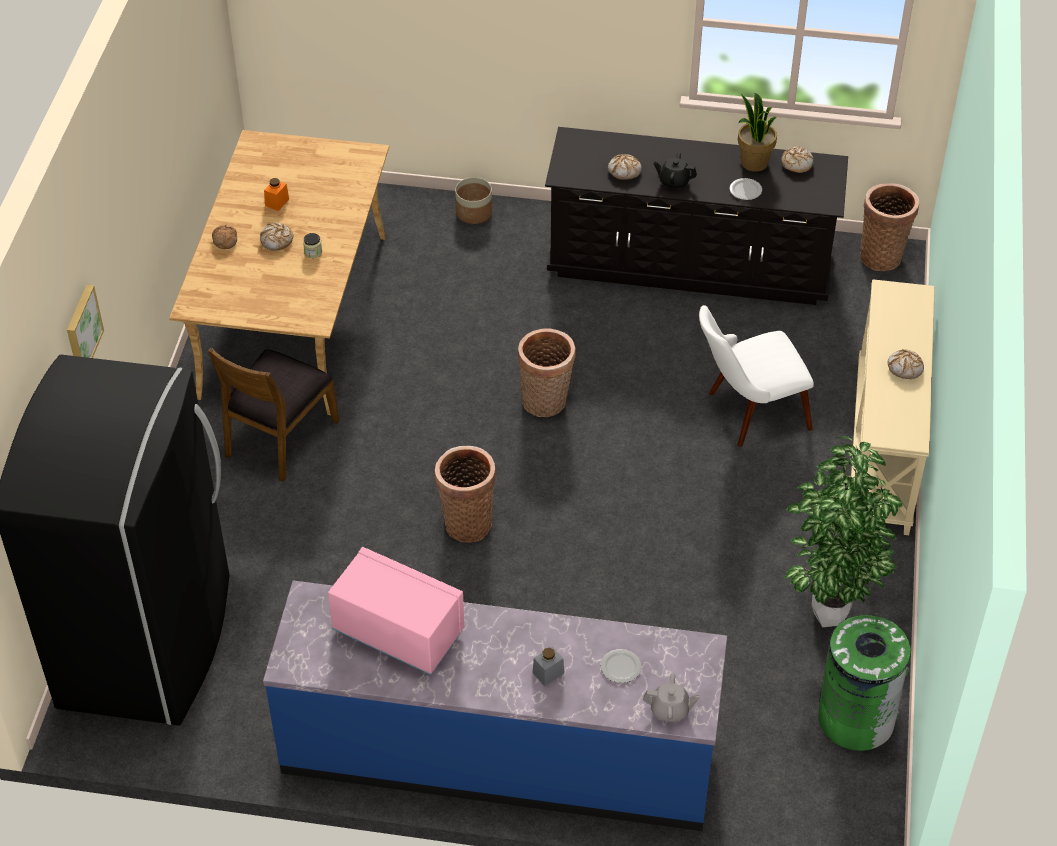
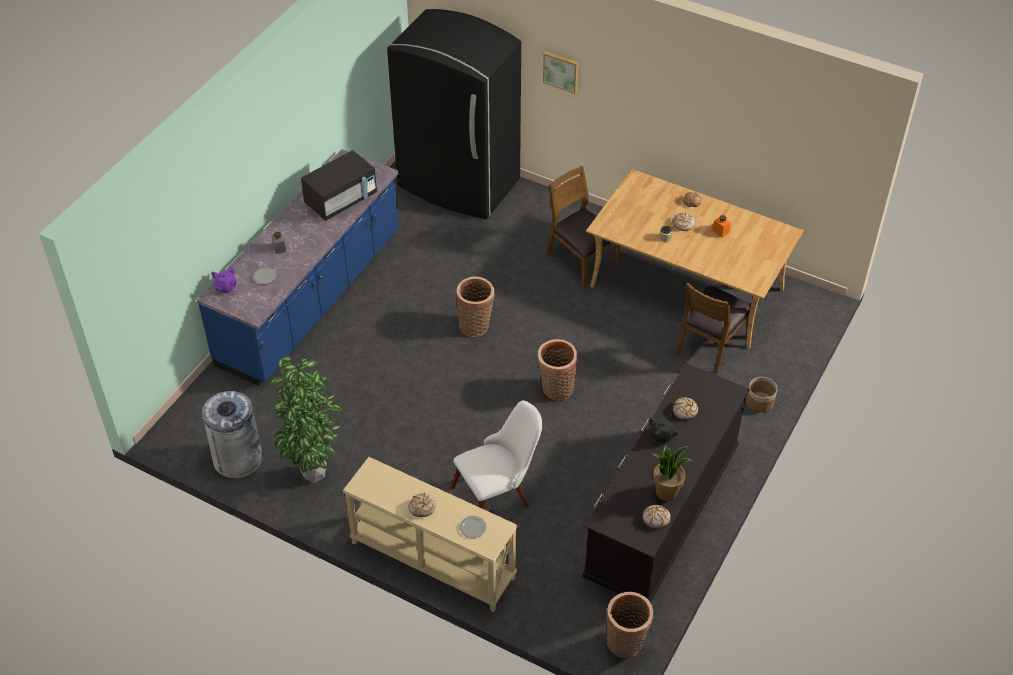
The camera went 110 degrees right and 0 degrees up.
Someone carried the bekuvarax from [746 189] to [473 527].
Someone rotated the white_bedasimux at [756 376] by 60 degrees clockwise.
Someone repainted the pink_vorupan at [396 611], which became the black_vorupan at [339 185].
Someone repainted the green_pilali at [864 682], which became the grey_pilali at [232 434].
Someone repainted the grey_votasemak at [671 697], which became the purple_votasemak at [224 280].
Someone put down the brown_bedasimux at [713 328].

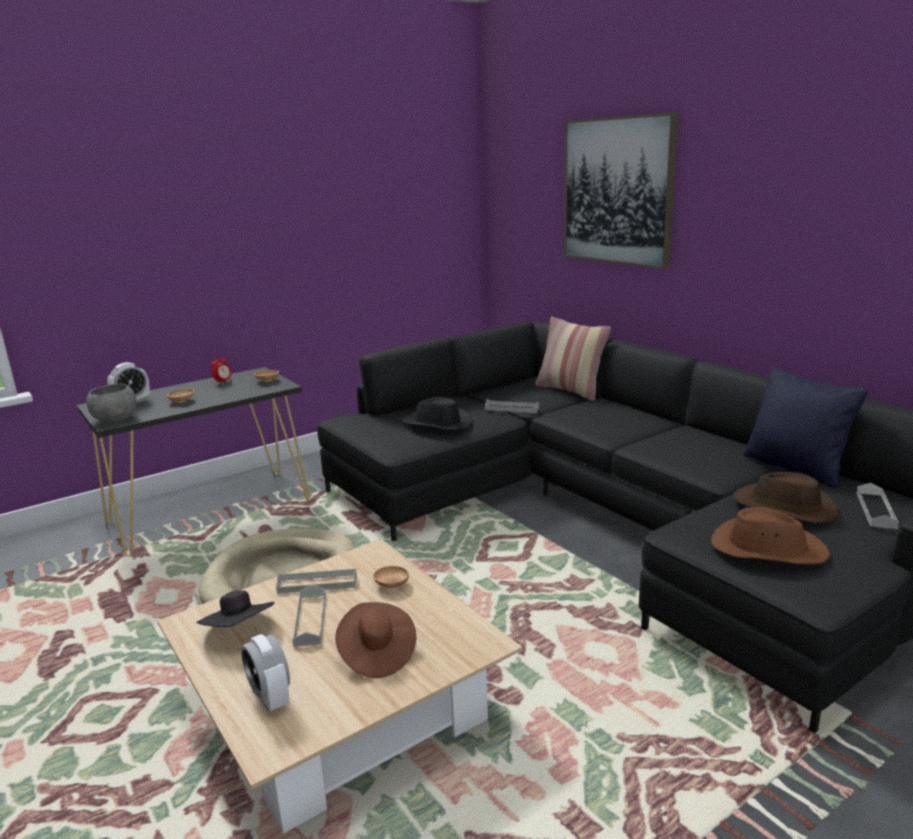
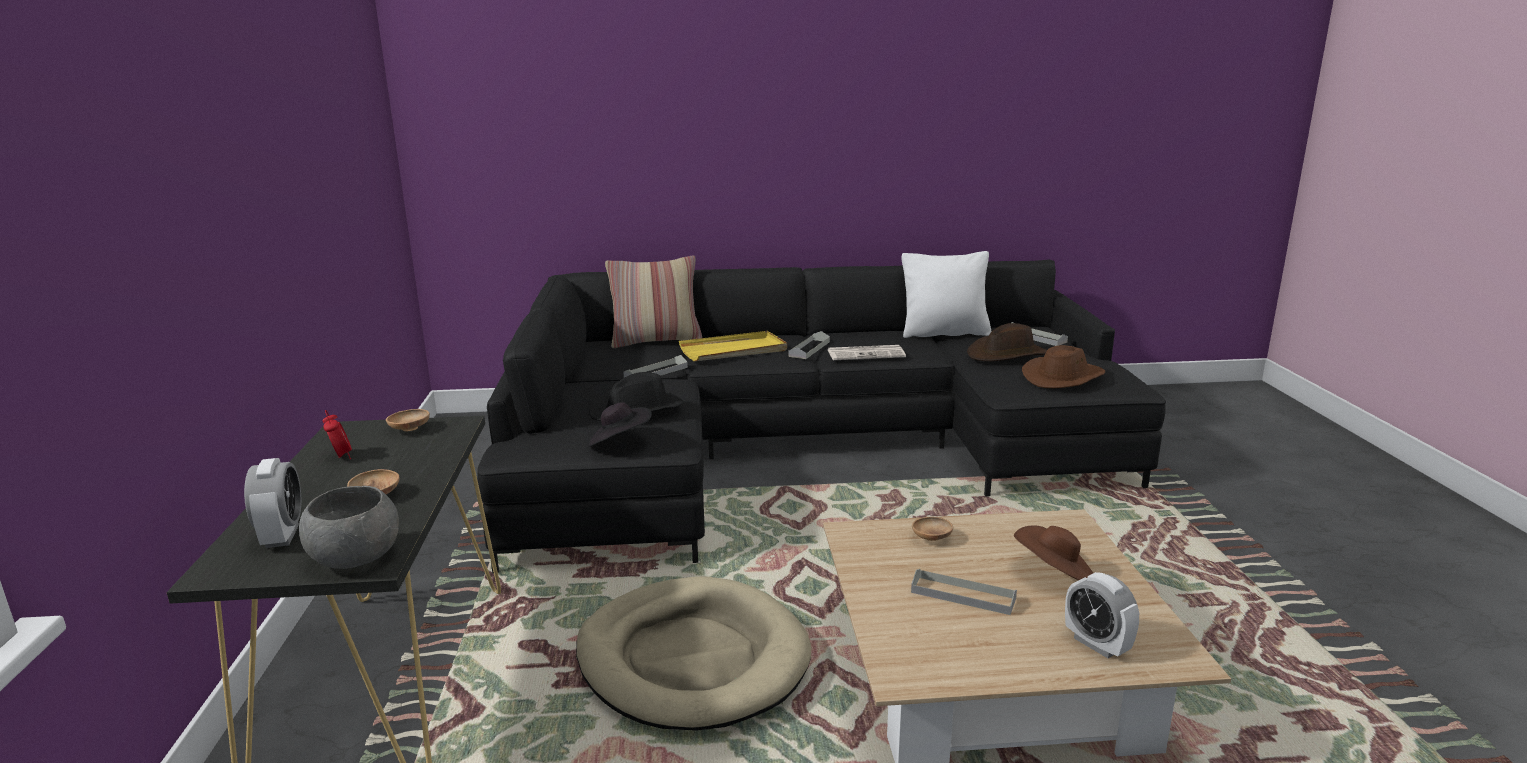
The camera went 60 degrees left and 0 degrees up.
Someone took away the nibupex at [621 190].
Someone repainted the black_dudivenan at [806 427], which became the white_dudivenan at [946 294].
Someone carried the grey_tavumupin from [316 581] to [809 345].
Someone carried the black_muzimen from [236 608] to [620 424].
Someone rotated the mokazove at [265 673] by 60 degrees clockwise.
Someone put down the yellow_tavumupin at [733 346].
Someone put down the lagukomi at [867 352].

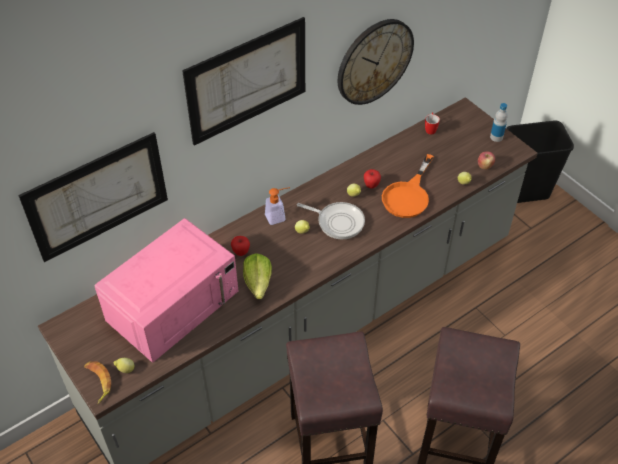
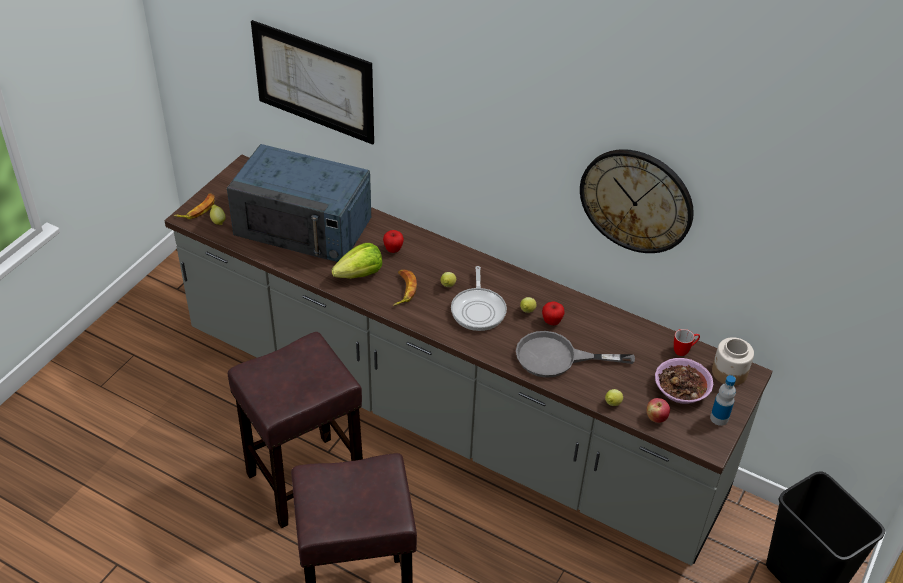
The camera went 65 degrees right and 5 degrees down.
Someone took away the nibupex at [243 81].
Someone repainted the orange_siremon at [408 186], which became the grey_siremon at [575 354].
Someone took away the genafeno at [277 206].
Someone repainted the pink_vorupan at [166 290], which became the blue_vorupan at [299 203].
Someone put down the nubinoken at [405 287].
Someone put down the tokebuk at [733 361].
Someone put down the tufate at [684 381].

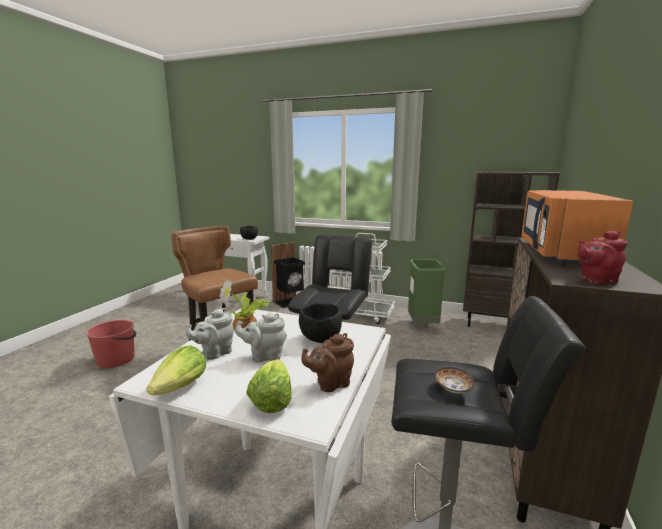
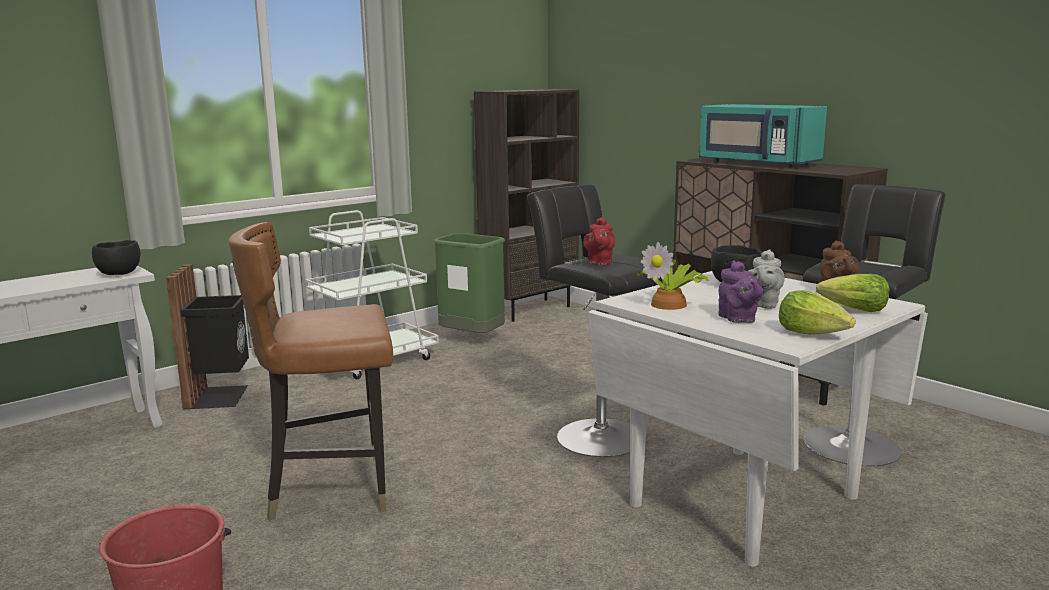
The camera went 60 degrees left and 0 degrees up.
Someone repainted the orange_vorupan at [577 227], which became the turquoise_vorupan at [763 136].
Someone carried the red_votasemak from [603 257] to [599 241].
Someone repainted the grey_votasemak at [210 334], which became the purple_votasemak at [741 291].
Someone took away the tufate at [455 380].

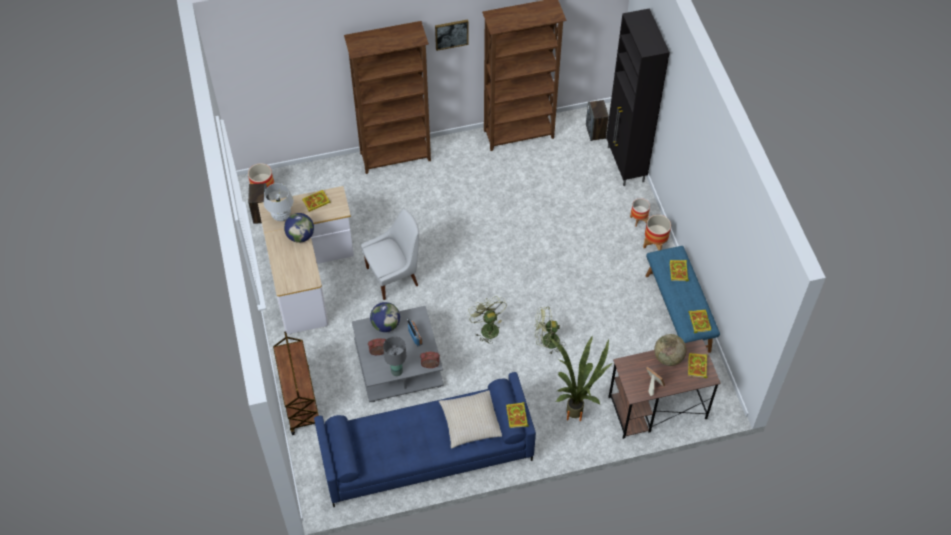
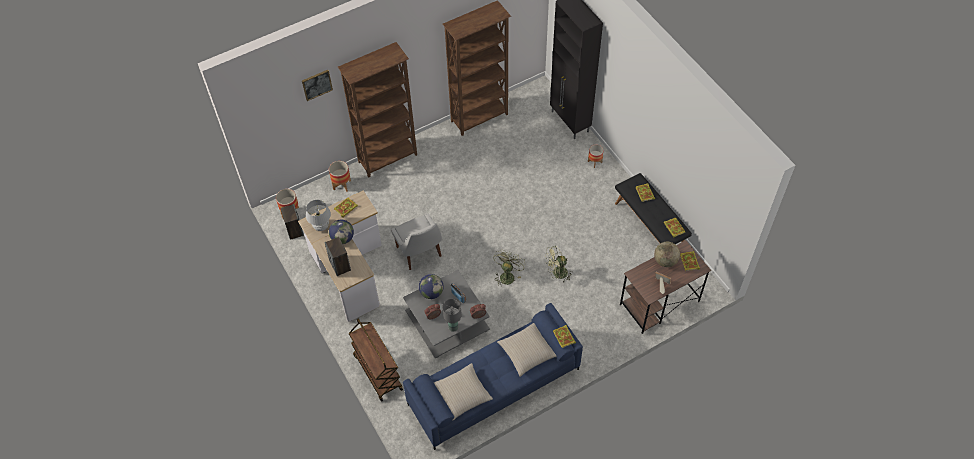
The camera went 15 degrees left and 0 degrees up.
Someone carried the nibupex from [452 35] to [317 85].
Someone carried the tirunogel from [597 120] to [337 256].
Someone rotated the white_bedasimux at [390 254] by 105 degrees clockwise.
Someone carried the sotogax from [657 232] to [340 176].
Someone repainted the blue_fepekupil at [683 299], which became the black_fepekupil at [653 208].
Someone rotated the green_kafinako at [487 320] by 60 degrees clockwise.
Someone took away the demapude at [580 378].
Someone put down the beige_dudivenan at [463 391].

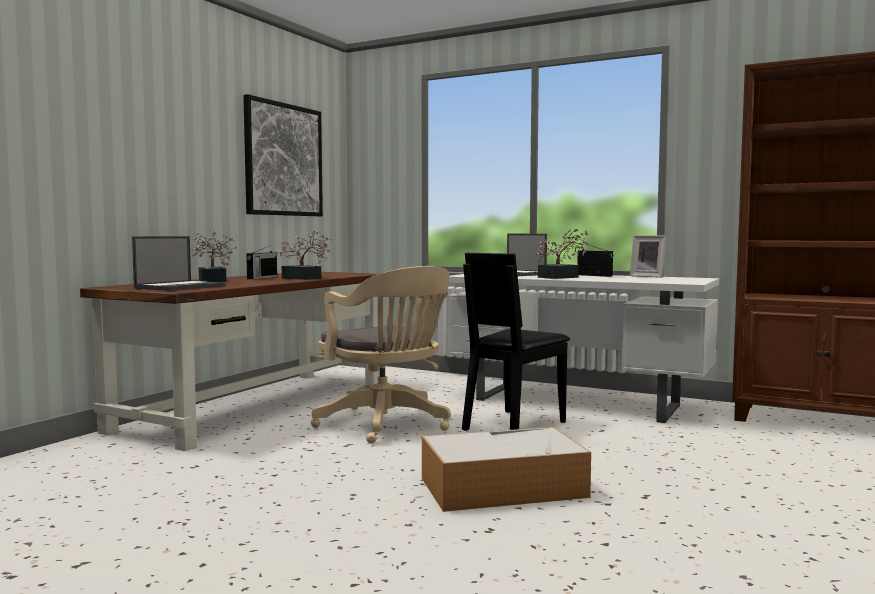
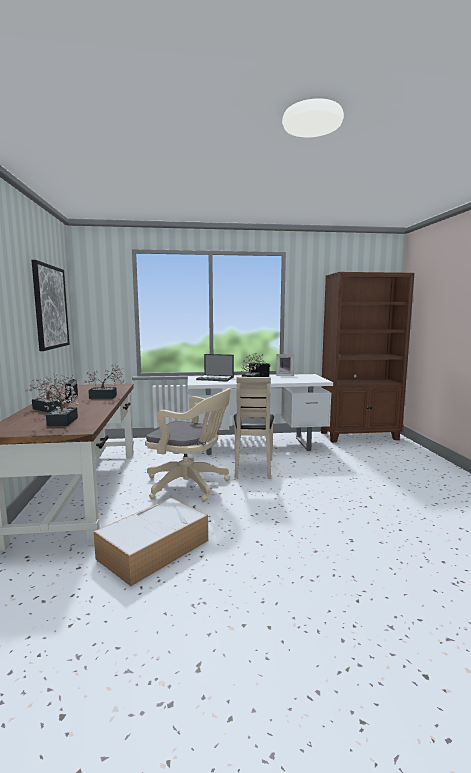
The camera went 35 degrees left and 5 degrees up.
Someone swapped the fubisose at [179 263] for the demapude at [57 404].
Someone repainted the black_bedasimux at [516 342], which became the beige_bedasimux at [254 428].
Someone carried the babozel from [506 469] to [151 542].

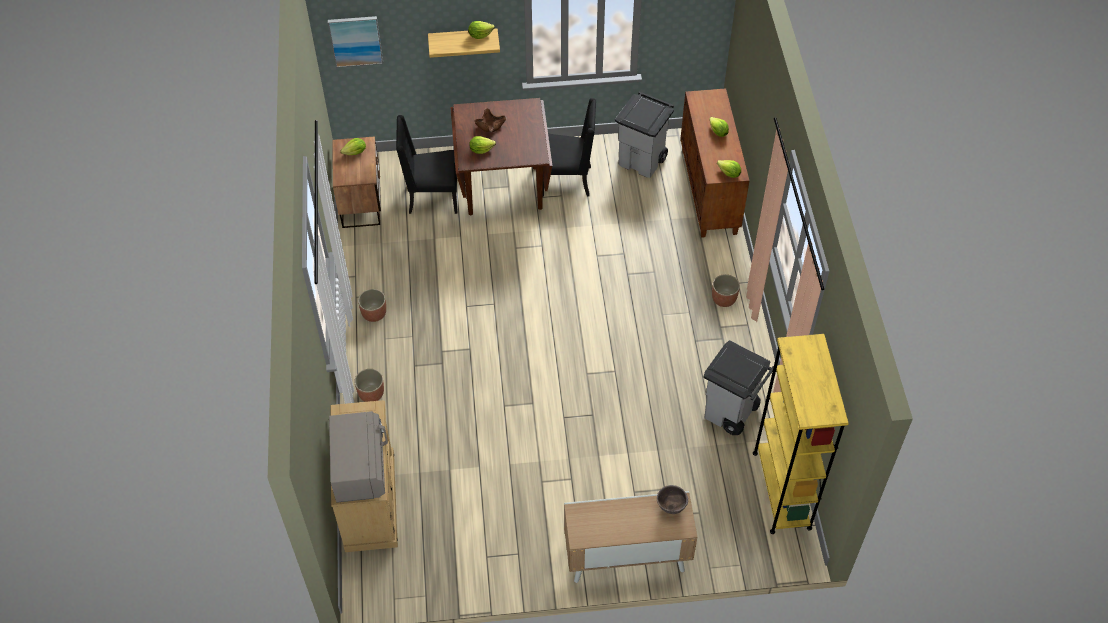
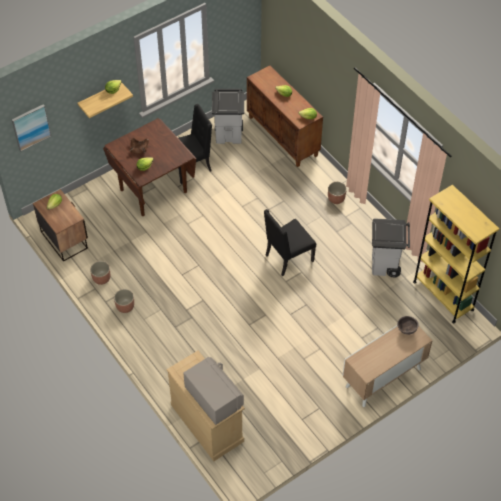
The camera went 30 degrees left and 0 degrees up.
Someone carried the black_bedasimux from [427 164] to [290 242].
Someone carried the sotogax from [369 385] to [100 273].

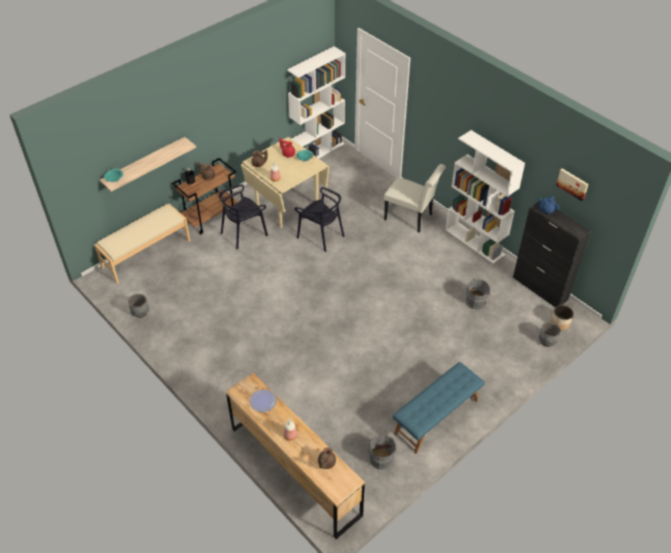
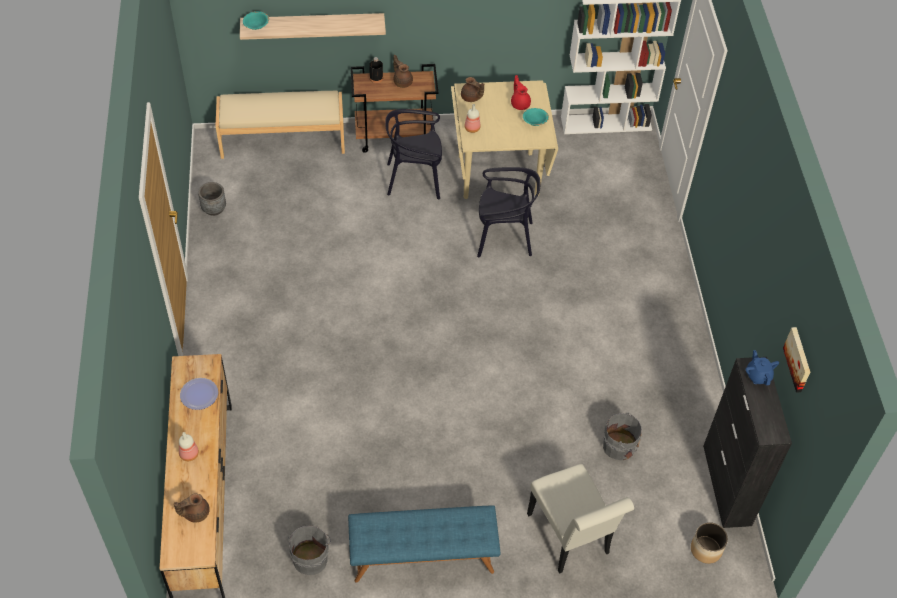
The camera went 35 degrees right and 5 degrees up.
Someone took away the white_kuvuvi at [485 197].
Someone carried the white_bedasimux from [415 198] to [580 519].
Someone rotated the black_bedasimux at [319 219] by 75 degrees counterclockwise.
Someone took away the grey_sotogax at [550 334].

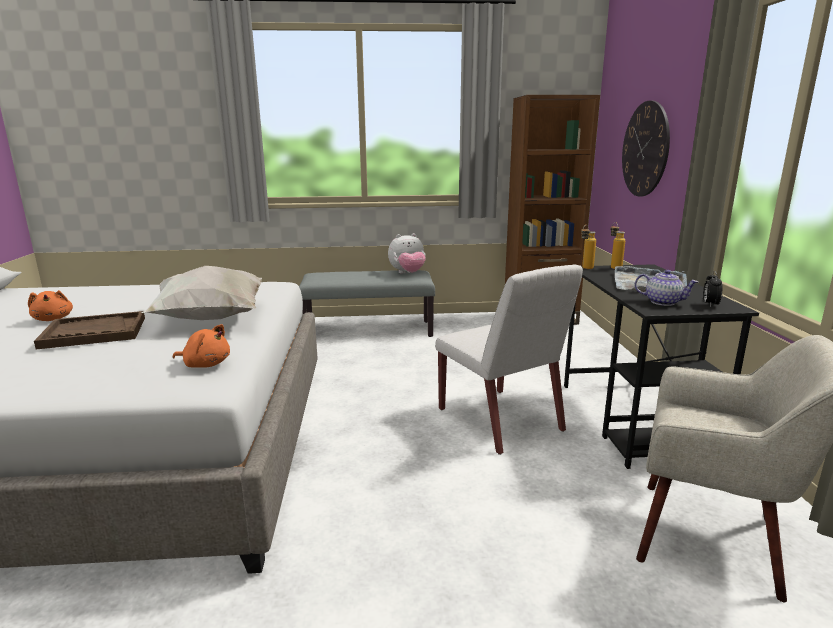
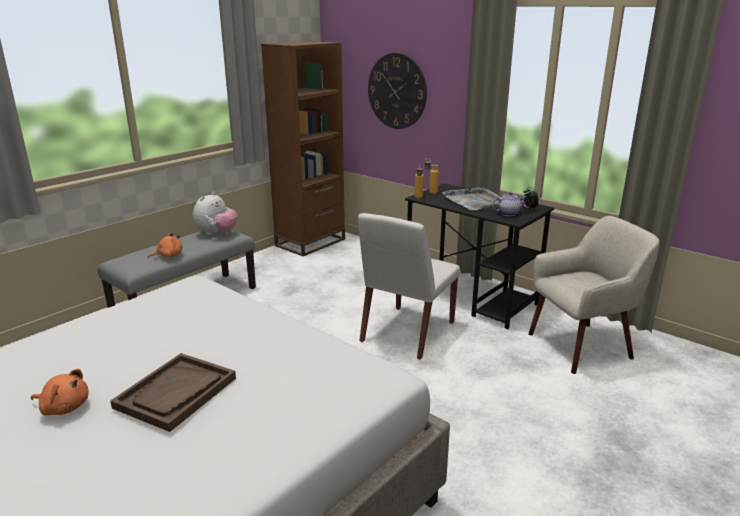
The camera went 45 degrees left and 5 degrees up.
Someone rotated the white_bedasimux at [509 360] by 105 degrees clockwise.
Someone took away the white_dudivenan at [202 293].
Someone carried the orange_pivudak from [201 346] to [165 245].

